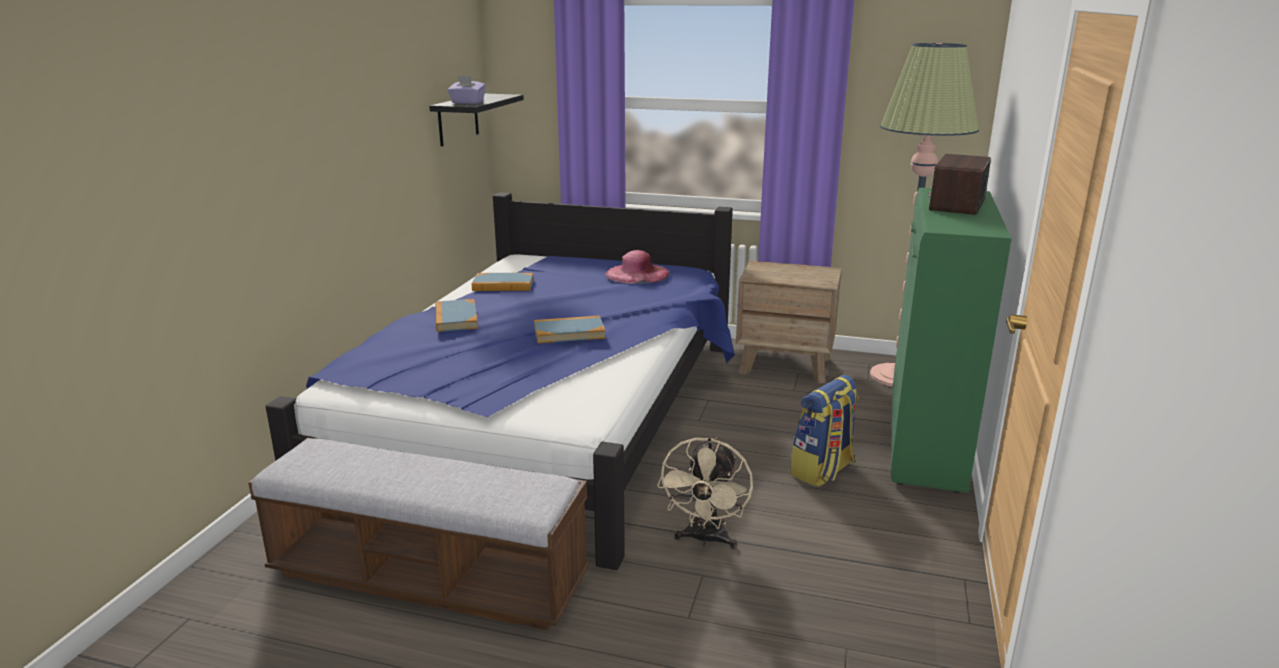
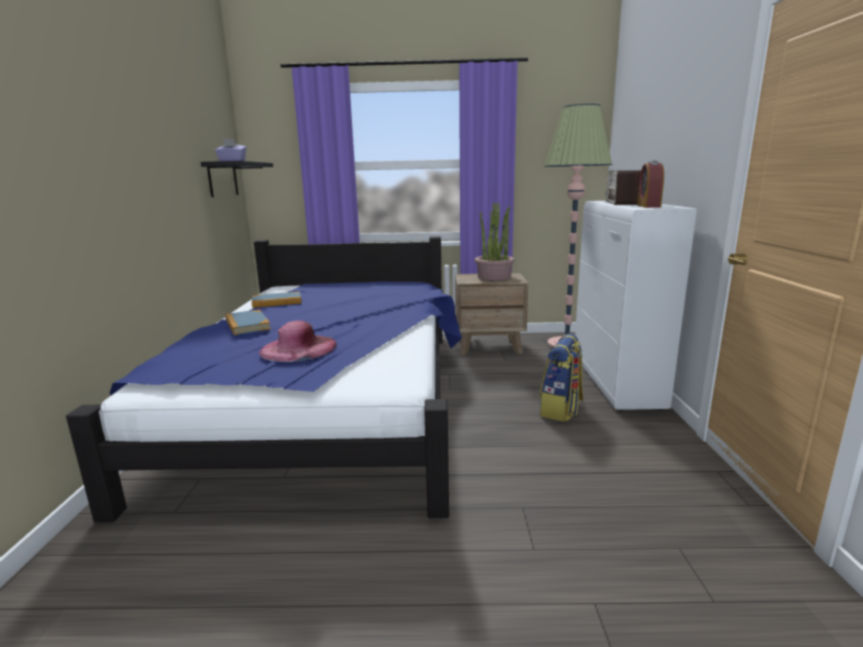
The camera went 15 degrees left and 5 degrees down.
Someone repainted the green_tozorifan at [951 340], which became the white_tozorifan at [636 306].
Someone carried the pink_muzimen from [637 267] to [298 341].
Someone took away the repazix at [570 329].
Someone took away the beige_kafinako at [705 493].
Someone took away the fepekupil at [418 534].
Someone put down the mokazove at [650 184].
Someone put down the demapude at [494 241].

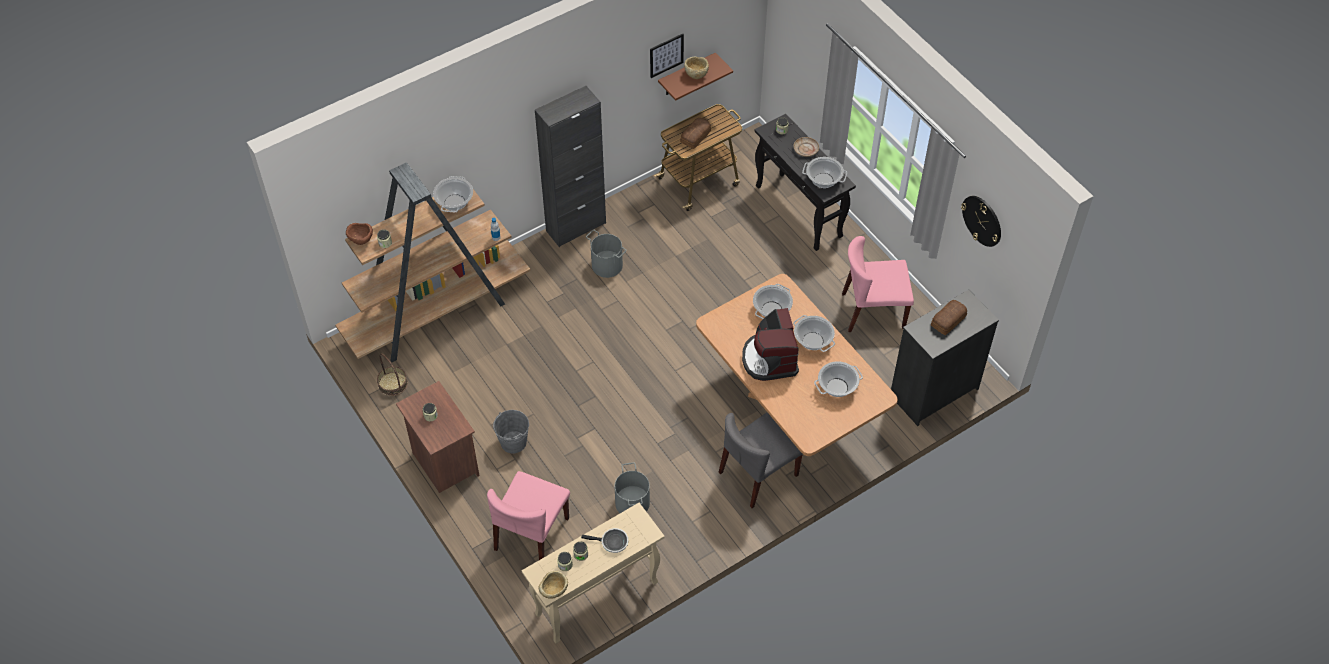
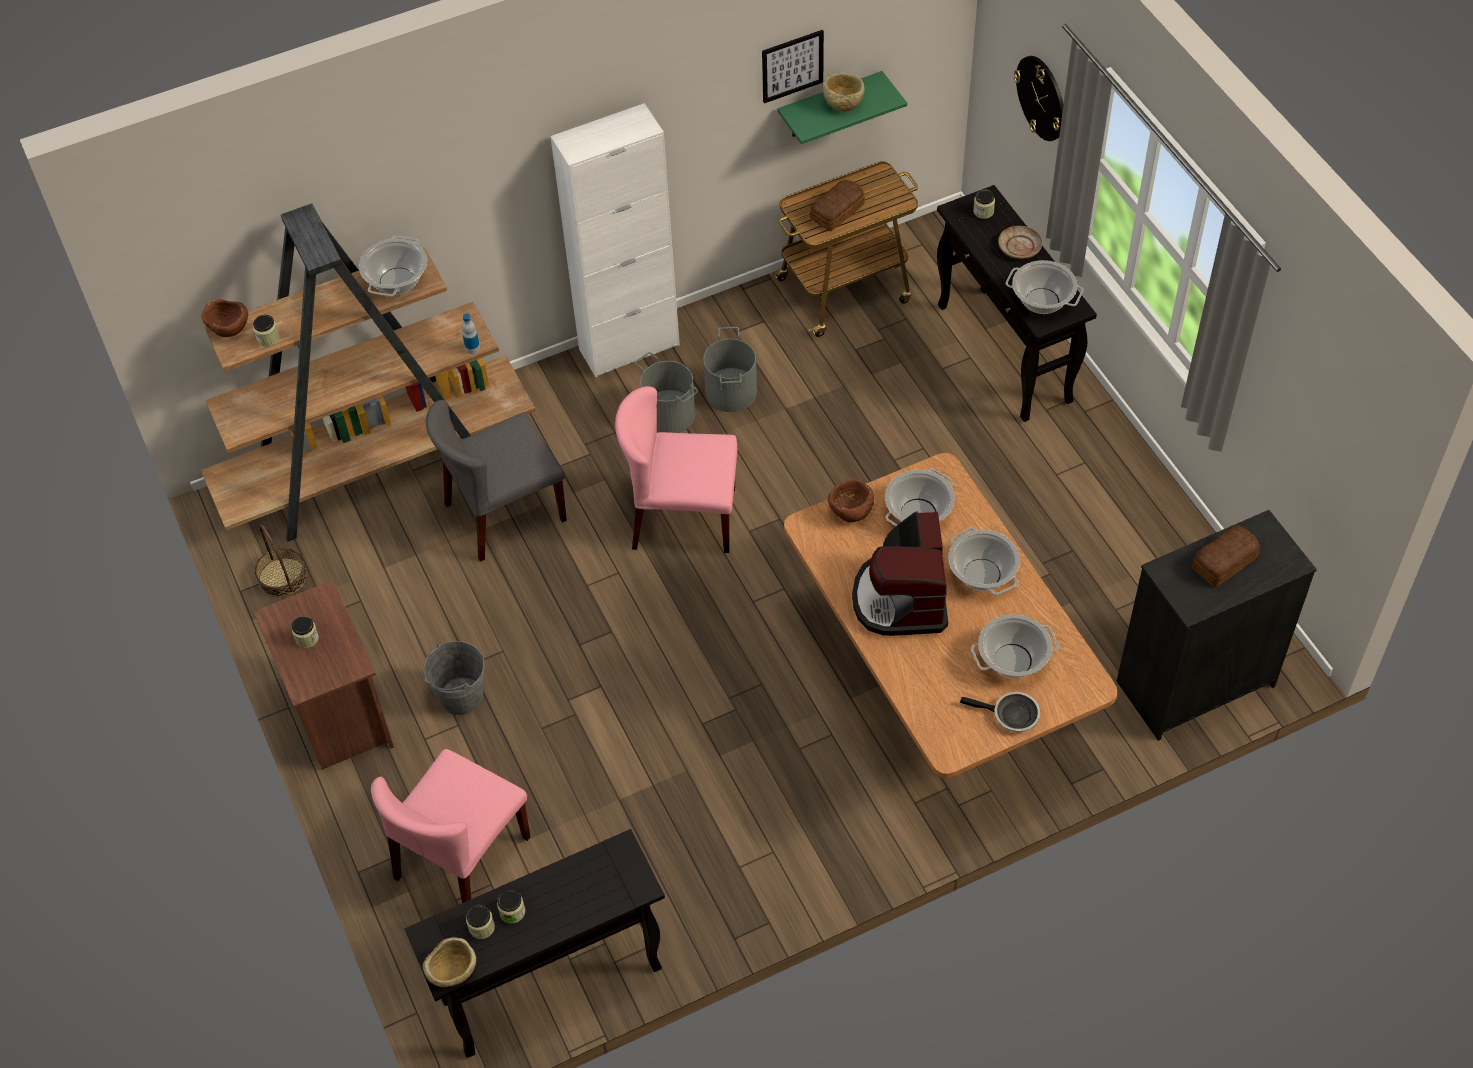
The camera went 10 degrees right and 0 degrees up.
Someone repainted the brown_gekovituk at [695 77], which became the green_gekovituk at [842 107].
Someone repainted the black_tozorifan at [570 166], which became the white_tozorifan at [615 240].
Someone carried the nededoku from [981 221] to [1039 98].
Someone carried the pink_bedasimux from [878 284] to [676 469].
Someone carried the grey_bedasimux from [761 460] to [496 481].
Someone carried the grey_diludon from [632 488] to [730 369].
Someone repainted the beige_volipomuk at [593 573], which became the black_volipomuk at [534 943].
Someone carried the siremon from [604 540] to [1000 712].
Someone put down the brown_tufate at [851 500].

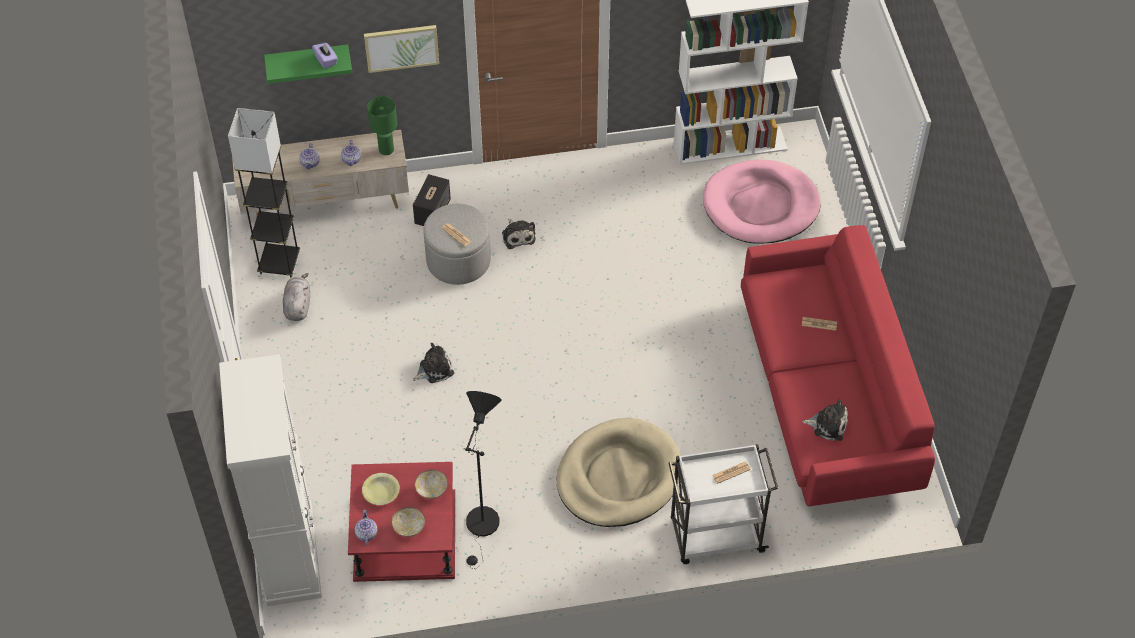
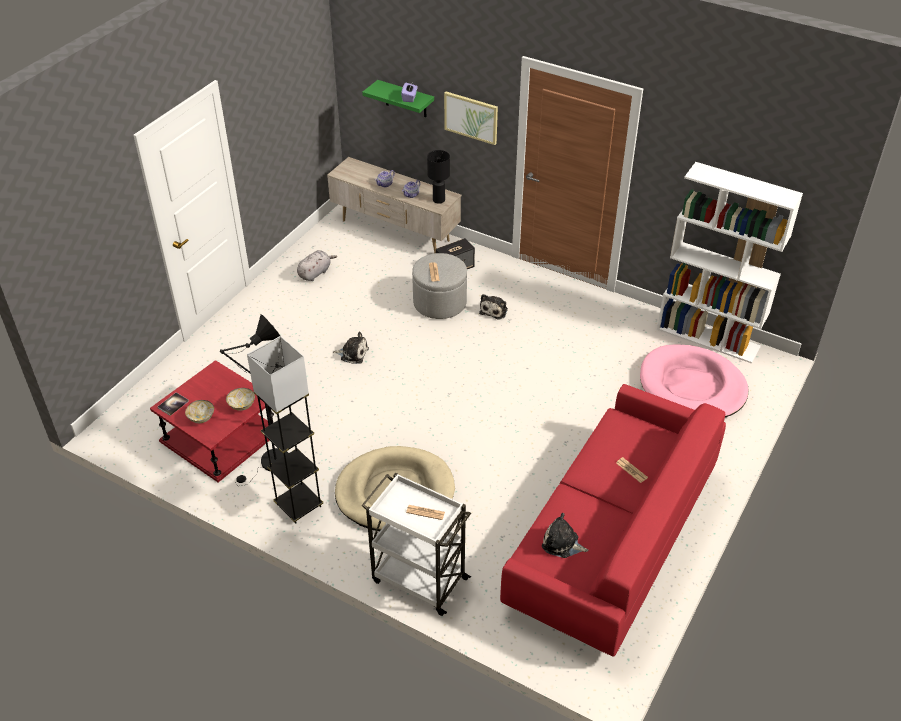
The camera went 40 degrees right and 10 degrees down.
Someone repainted the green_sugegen at [382 125], which became the black_sugegen at [438 177].
Someone carried the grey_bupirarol from [264 193] to [285 430].
Someone took away the white_tozorifan at [270 480].
Someone rotated the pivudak at [825 420] by 150 degrees clockwise.
Someone took away the yellow_tufate at [381 489].
Someone swapped the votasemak at [366 528] for the repazix at [173 404].

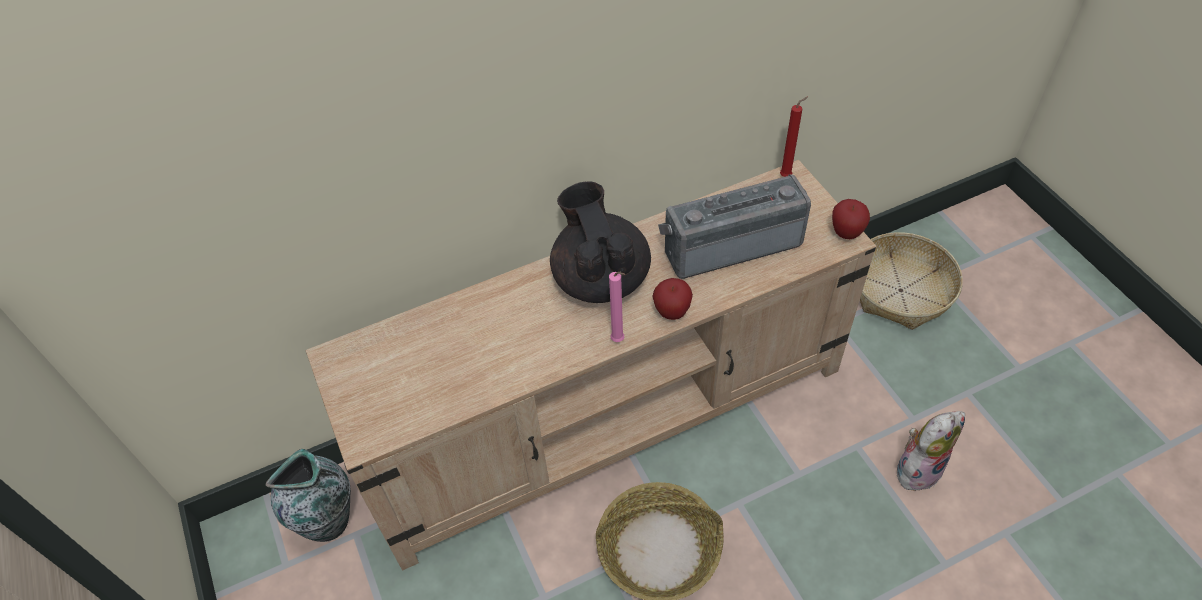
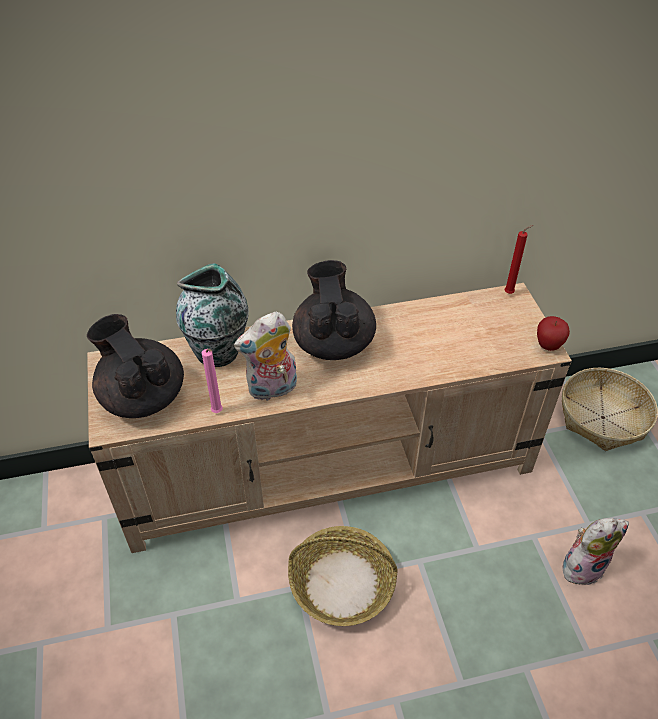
The camera went 10 degrees right and 5 degrees down.
Someone took away the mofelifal at [734 226].
Someone carried the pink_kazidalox from [617 307] to [212 381].
Someone took away the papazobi at [673 299].
Someone carried the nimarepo from [308 495] to [212 315].
Someone put down the pivudak at [265 357].
Someone put down the black_votasemak at [135 366].

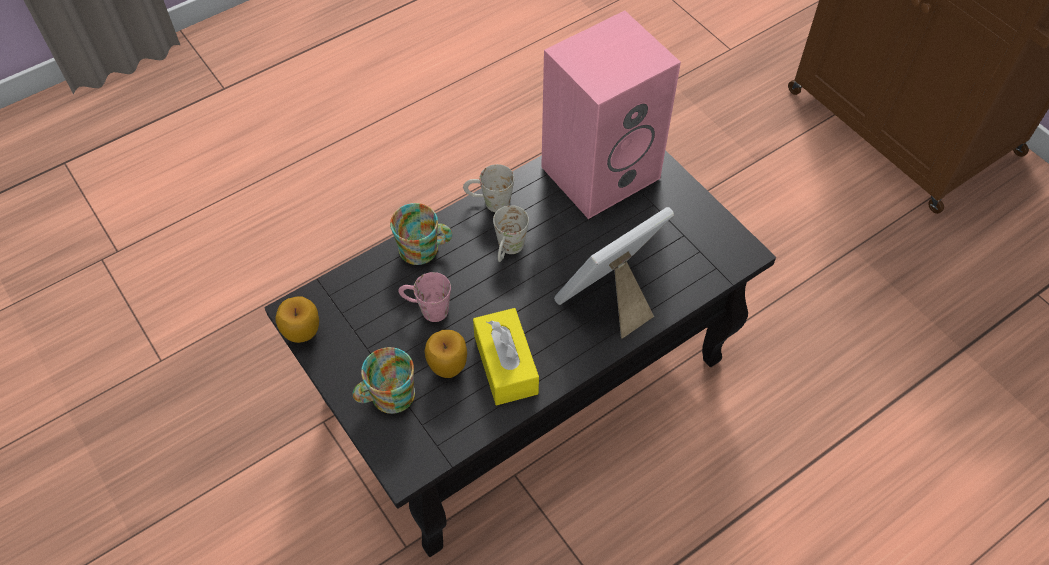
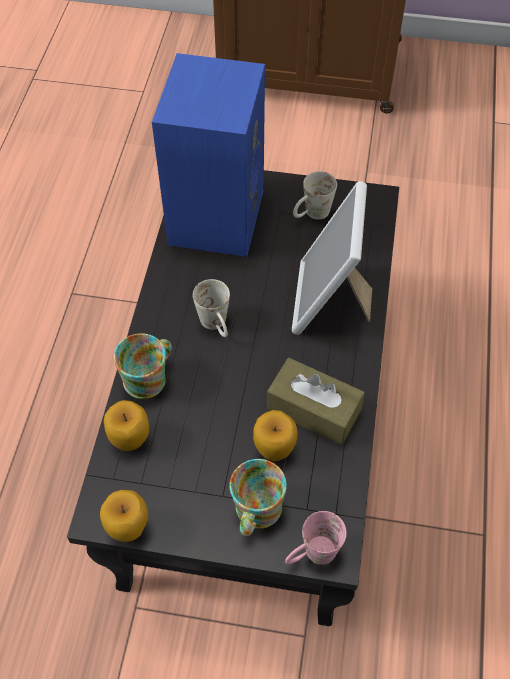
The camera went 45 degrees left and 0 degrees up.
Someone repainted the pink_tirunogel at [611 115], which became the blue_tirunogel at [208 155].
Someone carried the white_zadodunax from [488 188] to [315 195].
Someone carried the pink_zadodunax from [424 297] to [316 538].
Someone repainted the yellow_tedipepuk at [506 356], which became the brown_tedipepuk at [316 401].
Someone put down the papazobi at [126 425].

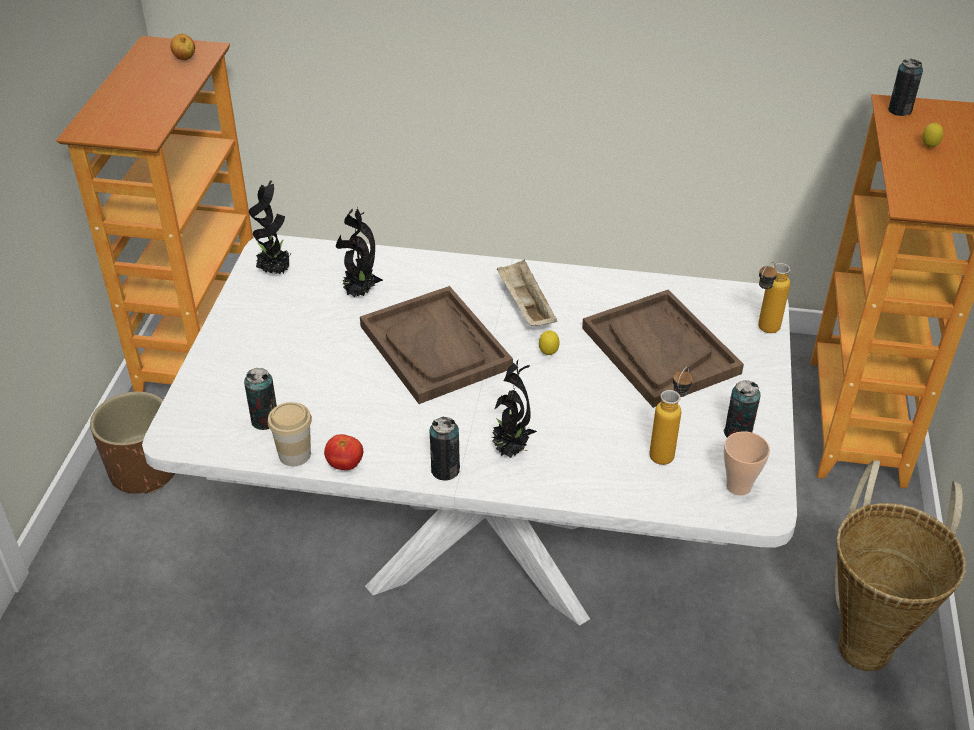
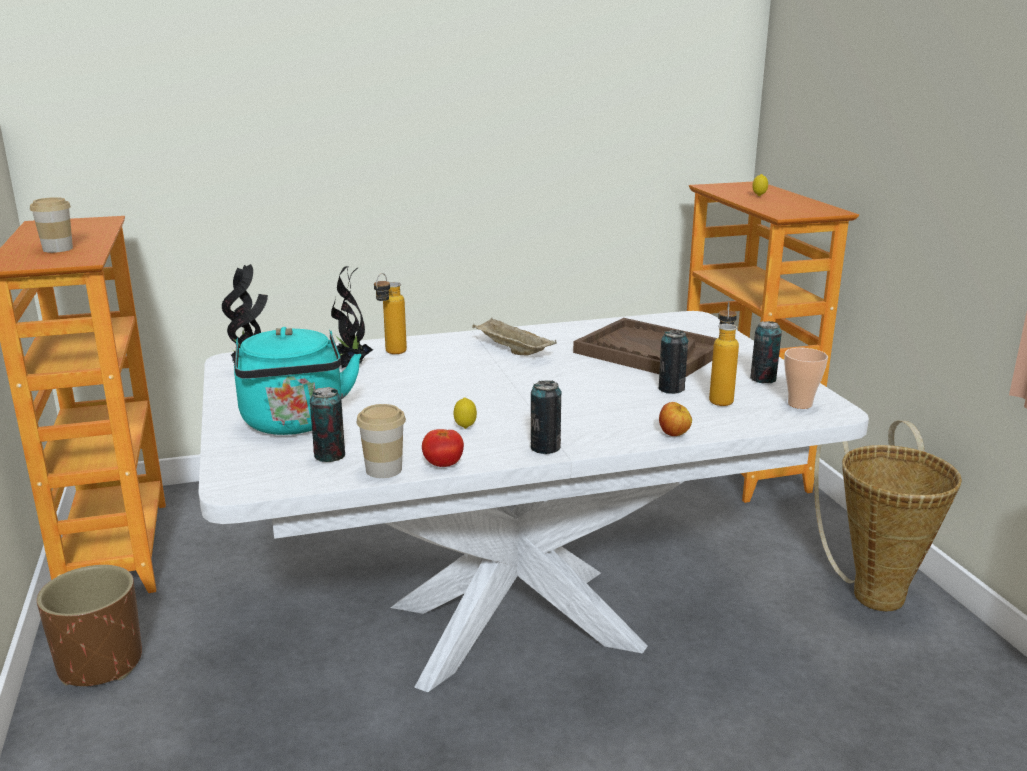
The camera went 25 degrees left and 20 degrees down.
Someone carried the papazobi from [182 47] to [675 419].
Someone carried the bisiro from [905 87] to [673 362].
Someone carried the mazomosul from [774 297] to [390 313].
Someone took away the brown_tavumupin at [436 345].
Someone carried the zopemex from [549 342] to [465 413].
Someone took away the demapude at [513 409].
Someone put down the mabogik at [51 225].
Someone put down the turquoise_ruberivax at [297 381].

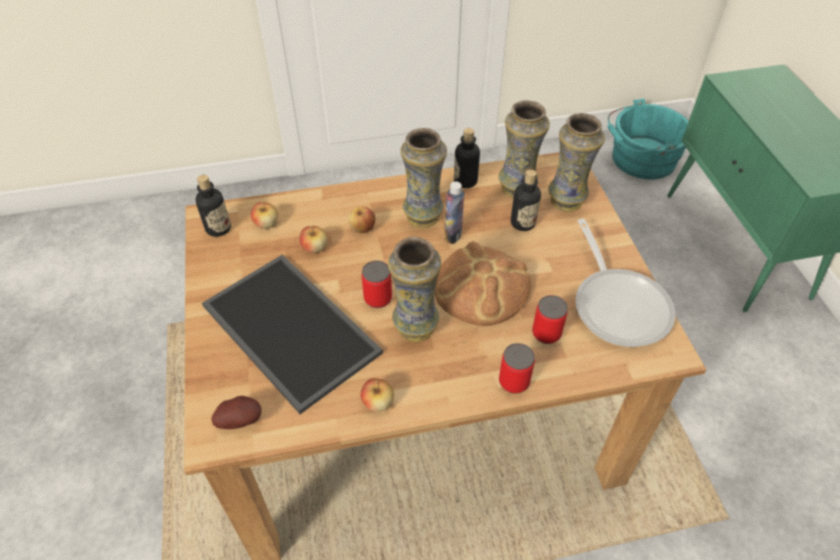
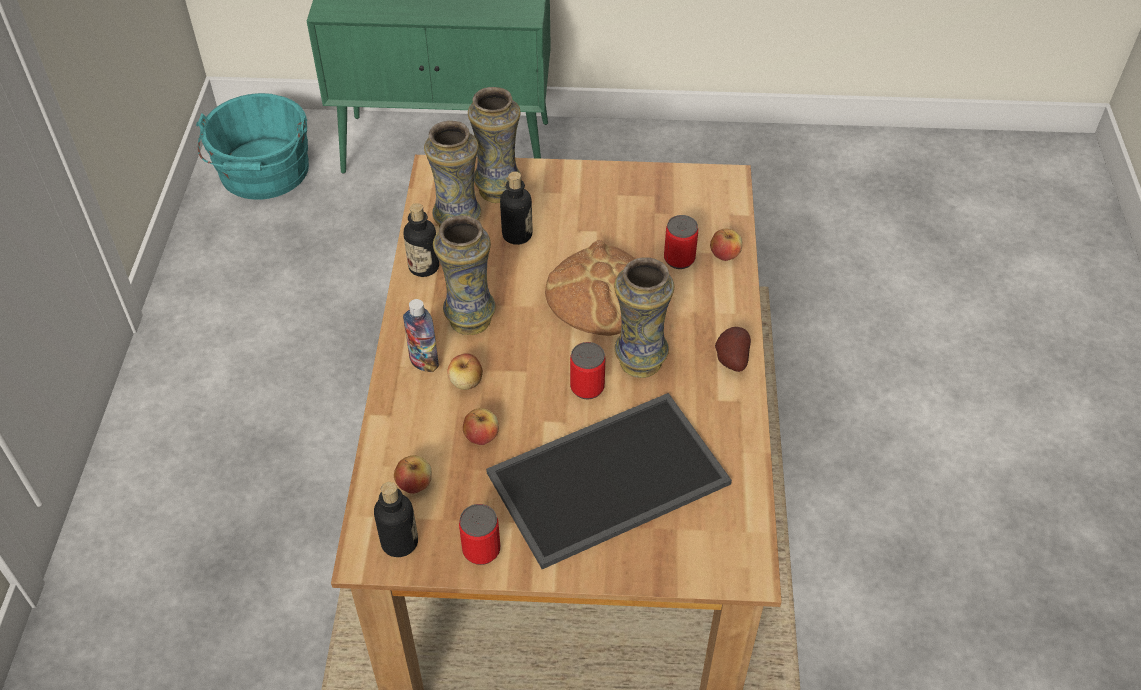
The camera went 75 degrees left and 0 degrees up.
Someone carried the mazomosul from [454 212] to [421 335].
Someone took away the siremon at [625 283].
Someone carried the bisiro from [517 368] to [479 534].
Someone carried the papazobi from [377 395] to [726 245].
Someone carried the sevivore from [236 412] to [733 349].

